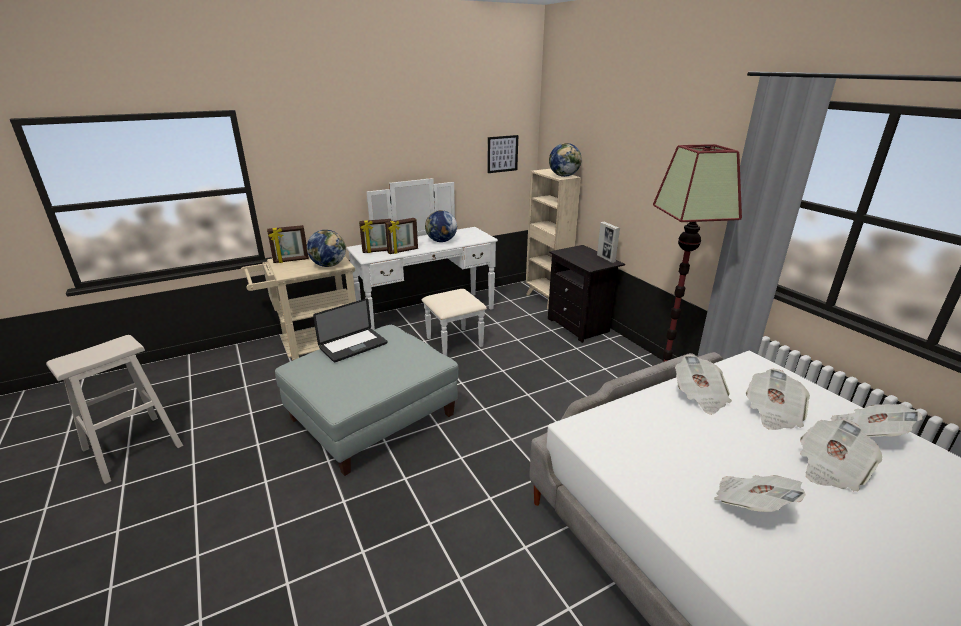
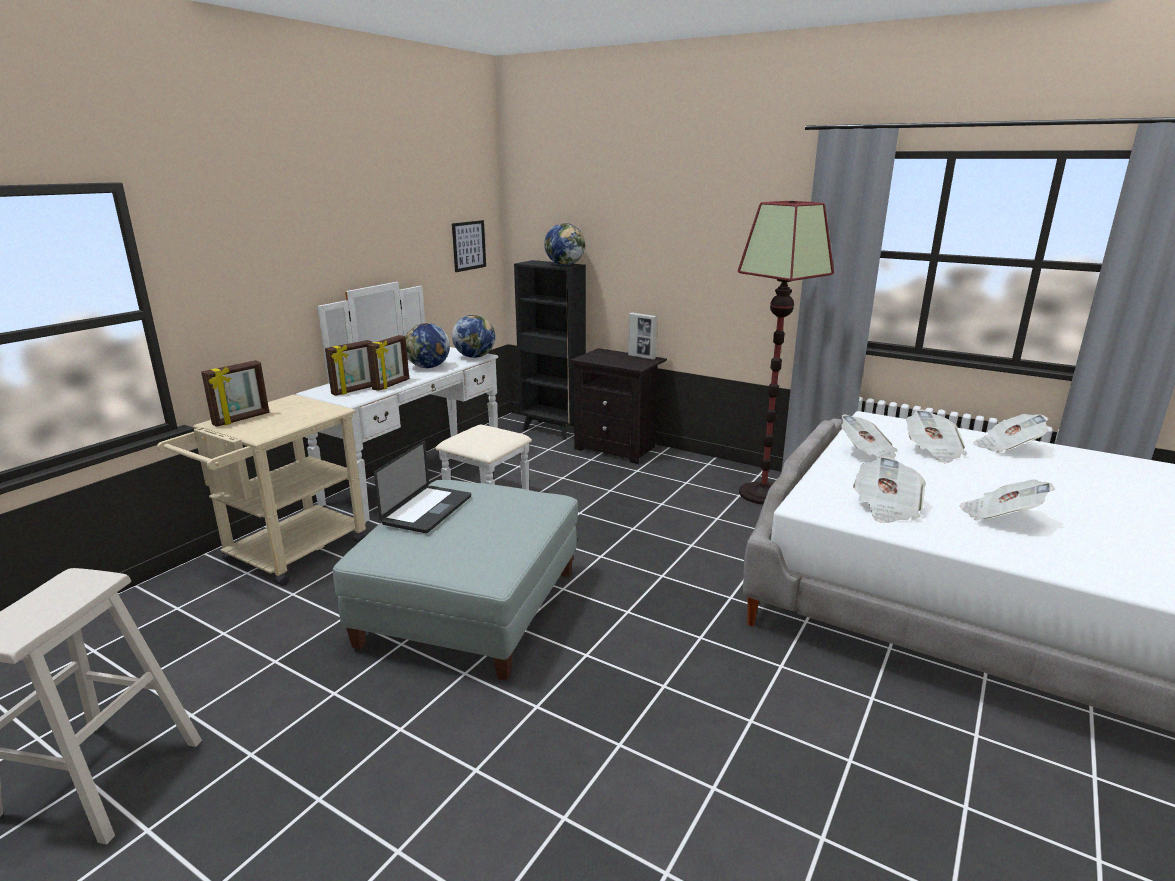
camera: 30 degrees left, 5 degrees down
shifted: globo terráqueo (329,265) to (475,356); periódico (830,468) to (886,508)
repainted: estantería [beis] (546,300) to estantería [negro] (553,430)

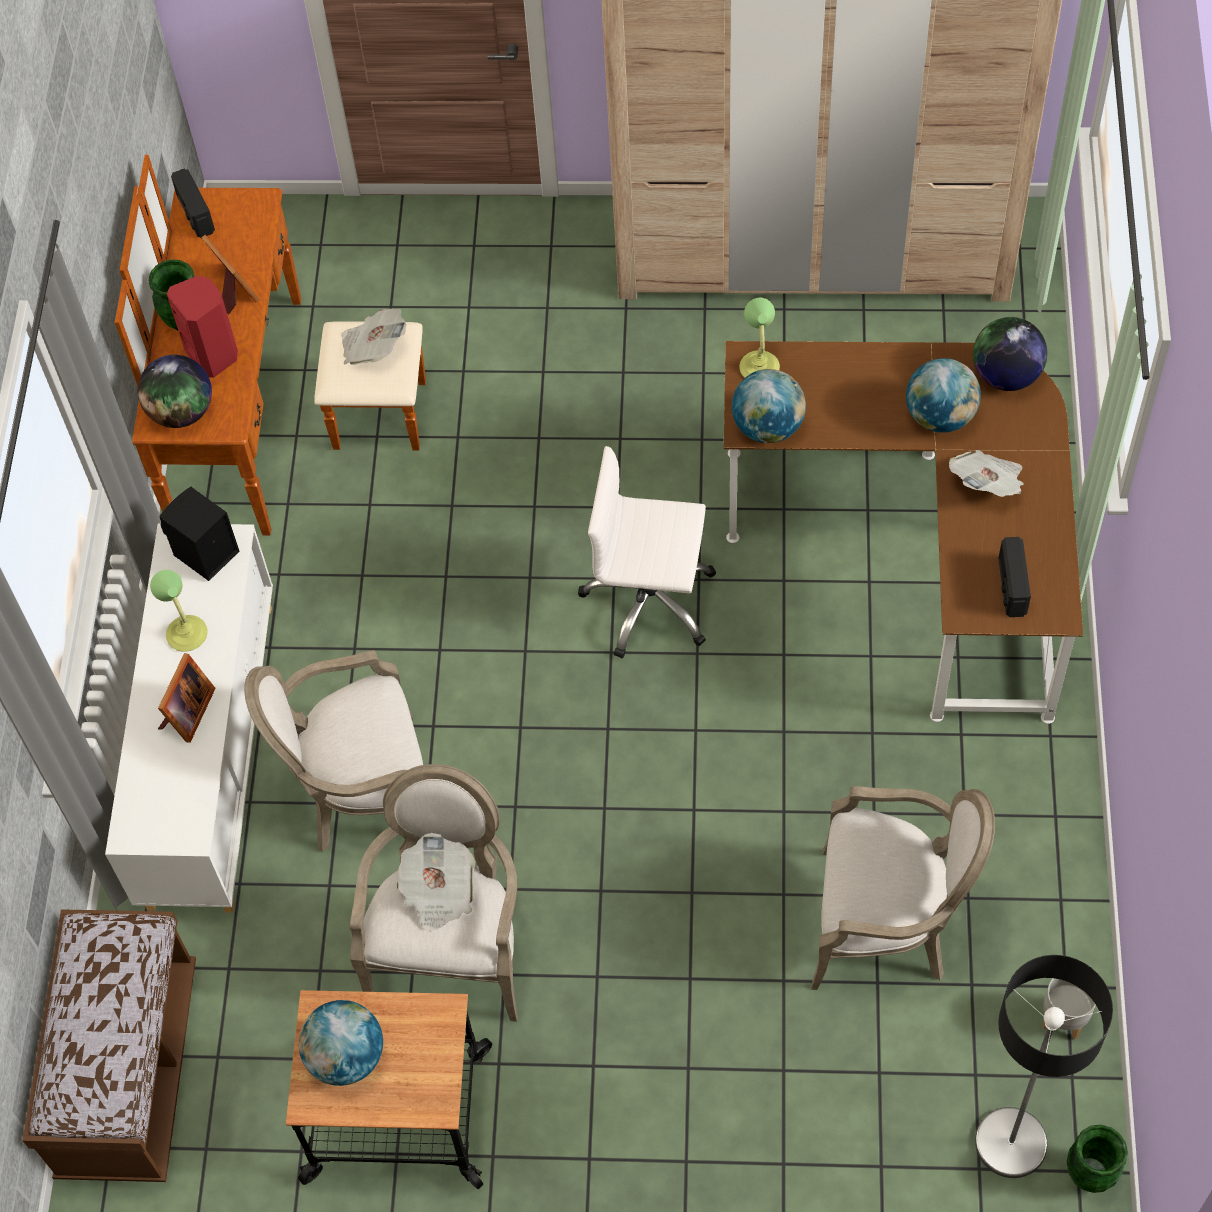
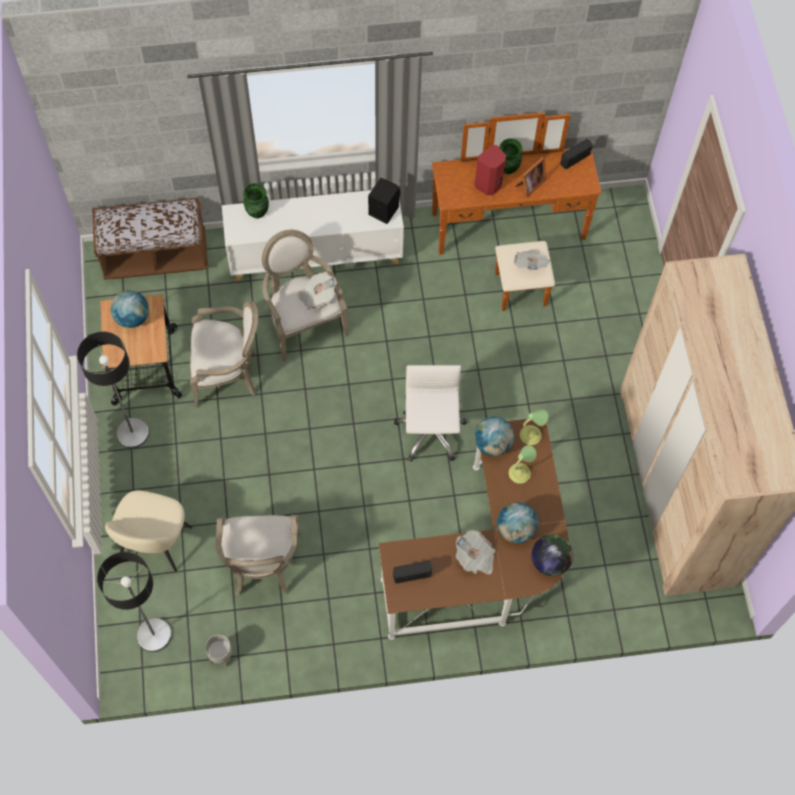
camera: 75 degrees right, 5 degrees up
gone: globo terráqueo (182,412); portarretratos (187,714)
new: lámpara de pie (132,433); silla [beis] (154,544)
shifted: lámpara de mesa (186,632) to (520,473); periódico (438,892) to (317,296); florero [verde] (1090,1173) to (257,212)

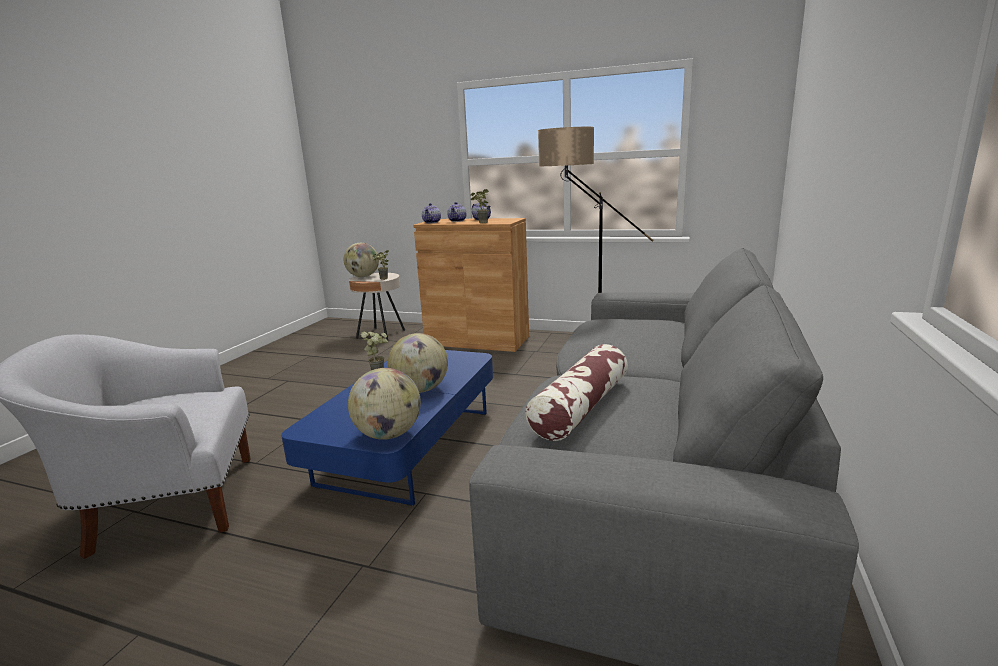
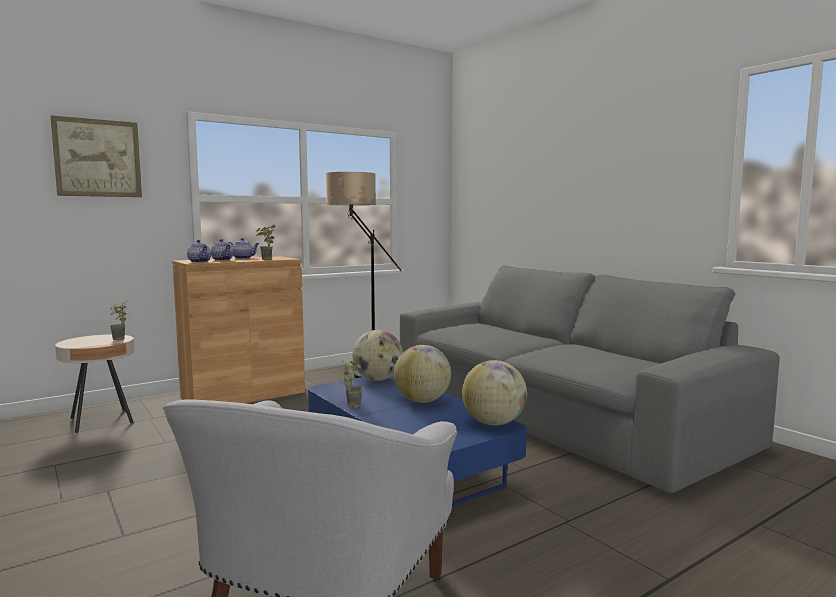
camera: 55 degrees left, 10 degrees down
gone: cojín (581,407)
new: cuadro (98,158)
shifted: globo terráqueo (363,276) to (378,379)

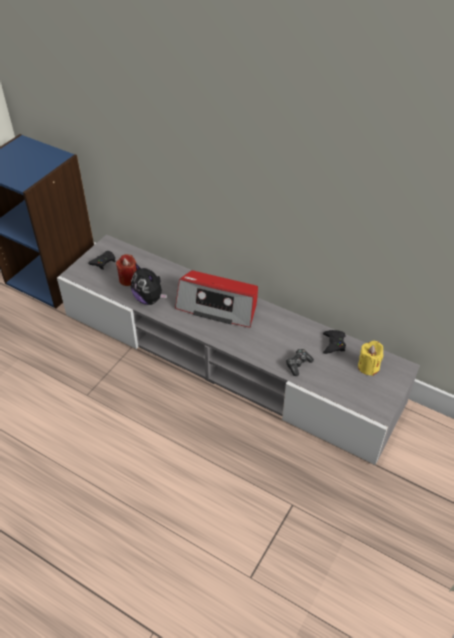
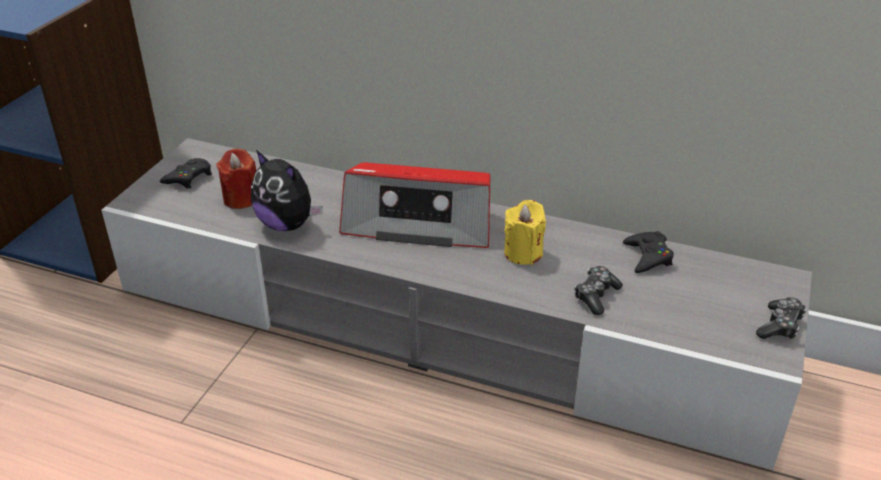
camera: 10 degrees left, 10 degrees down
new: mando de consola (780,326)
shifted: vela [amarillo] (368,367) to (523,253)

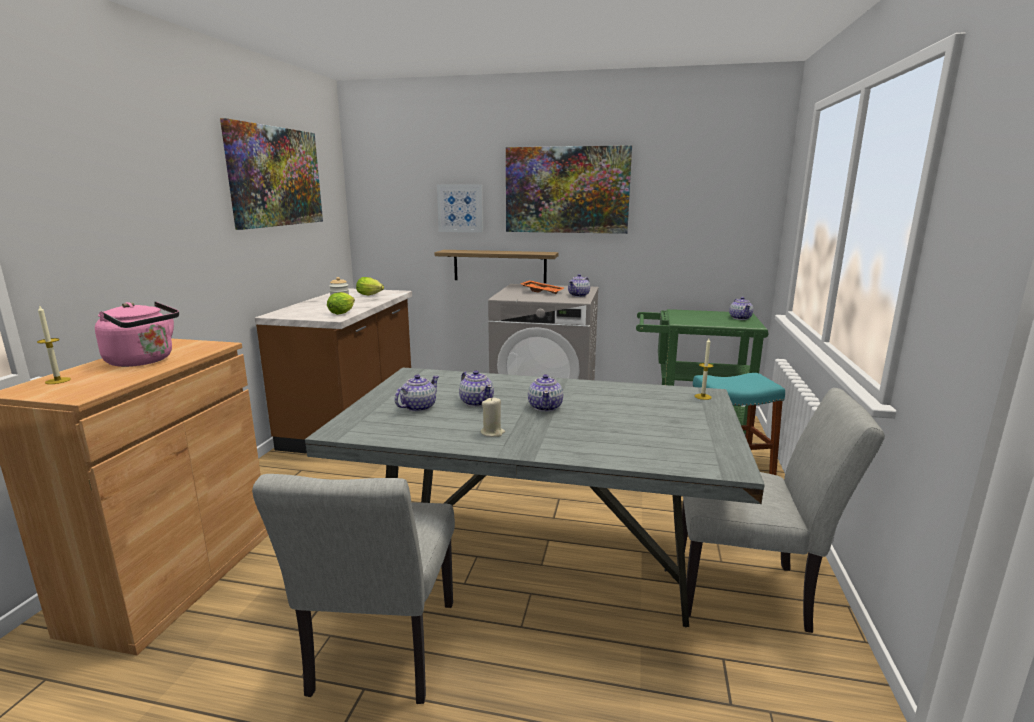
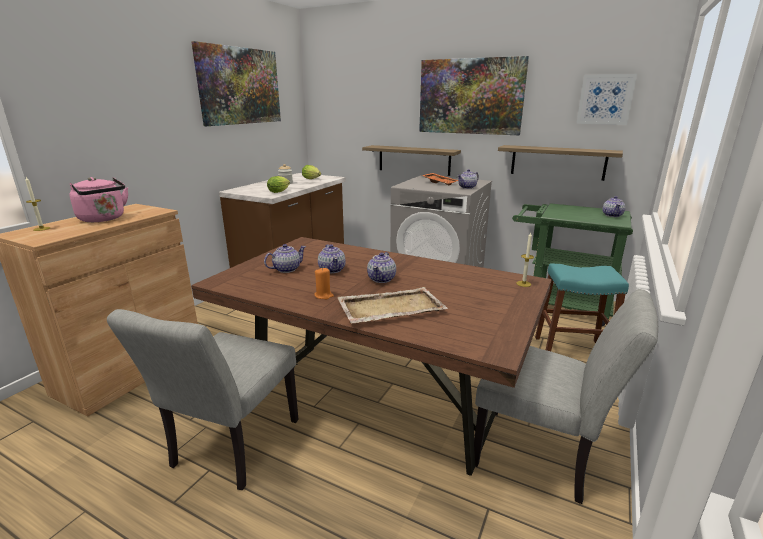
camera: 15 degrees right, 5 degrees up
new: bandeja [beis] (390,308); estante (557,162)
shifted: cuadro (460,208) to (605,99)
repainted: mesa de comedor [gris] (535,563) to mesa de comedor [marrón] (373,400); vela [beis] (492,433) to vela [naranja] (324,296)

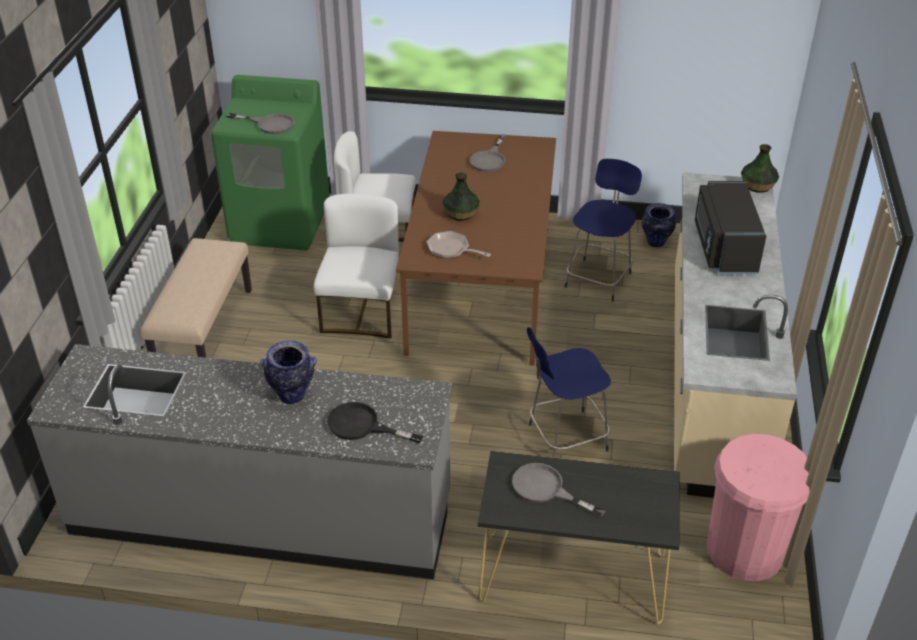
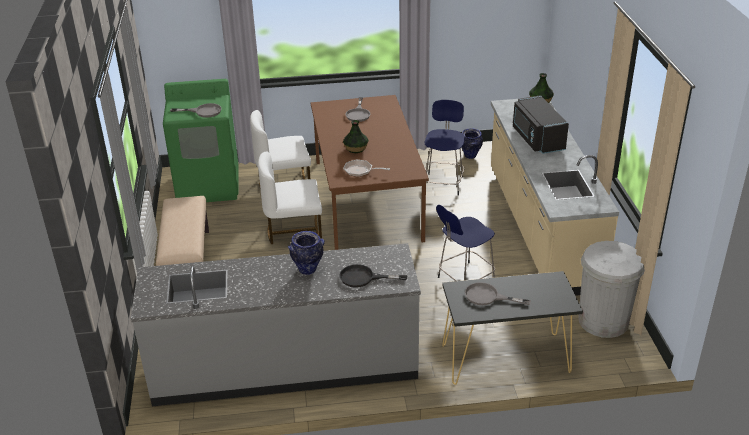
camera: 15 degrees left, 5 degrees down
repainted: papelera [rosa] (745,550) to papelera [blanco] (603,321)
rotated: silla [blanco] (362,313) = (294,231) 90 degrees counterclockwise

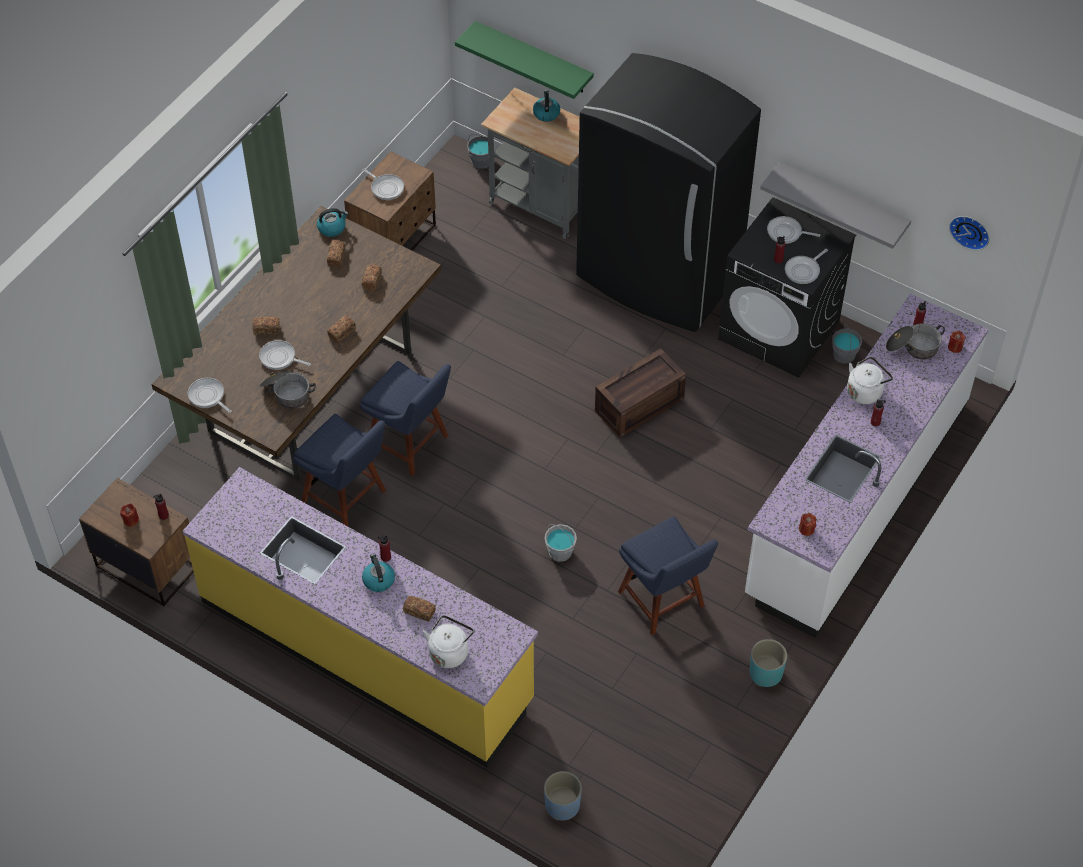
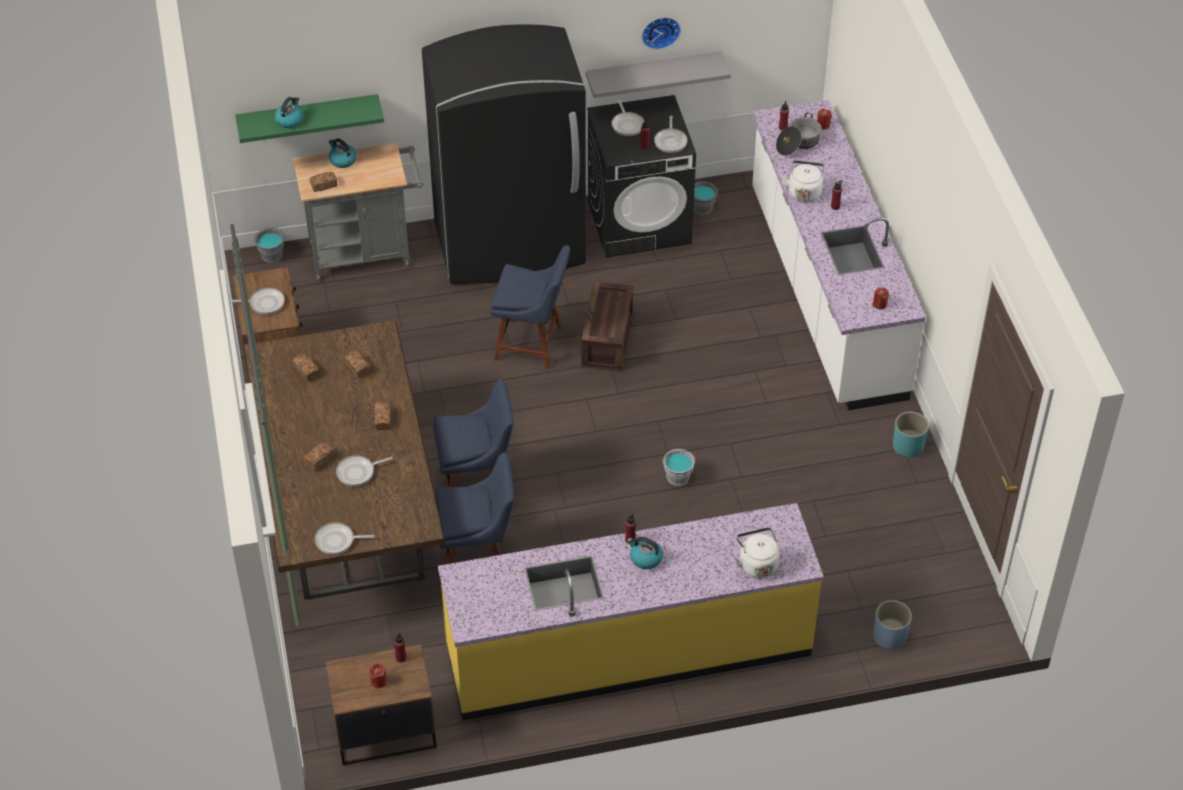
camera: 45 degrees left, 5 degrees down
gone: olla (287,393)
shifted: hervidor (332,228) to (290,120); pan (419,612) to (324,185); silla [azul] (663,602) to (532,344); reloj de pared (970,230) to (660,31)
rotated: sartén (786,232) = (627,124) 75 degrees counterclockwise

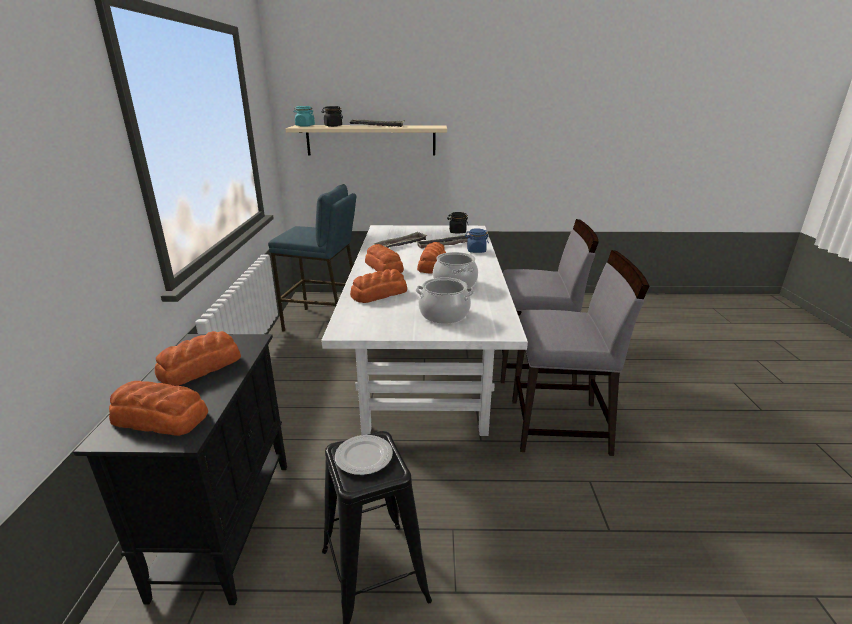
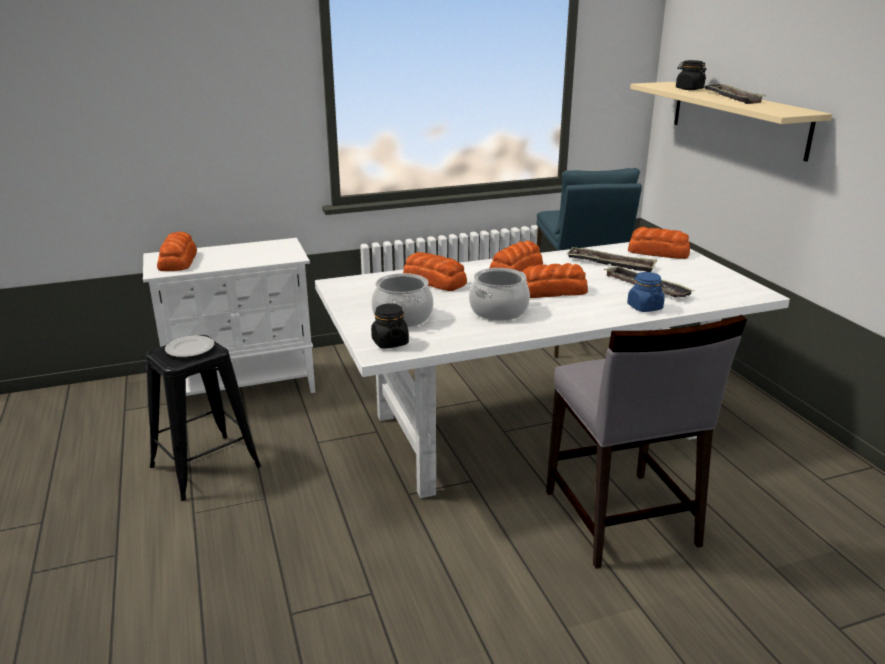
camera: 70 degrees right, 0 degrees up
gone: tarro [turquesa] (305,126); silla [gris] (560,427)
shifted: pan (201,367) to (658,252); tarro [negro] (457,232) to (390,342)
repainted: armario [negro] (226,523) to armario [blanco] (244,388)

